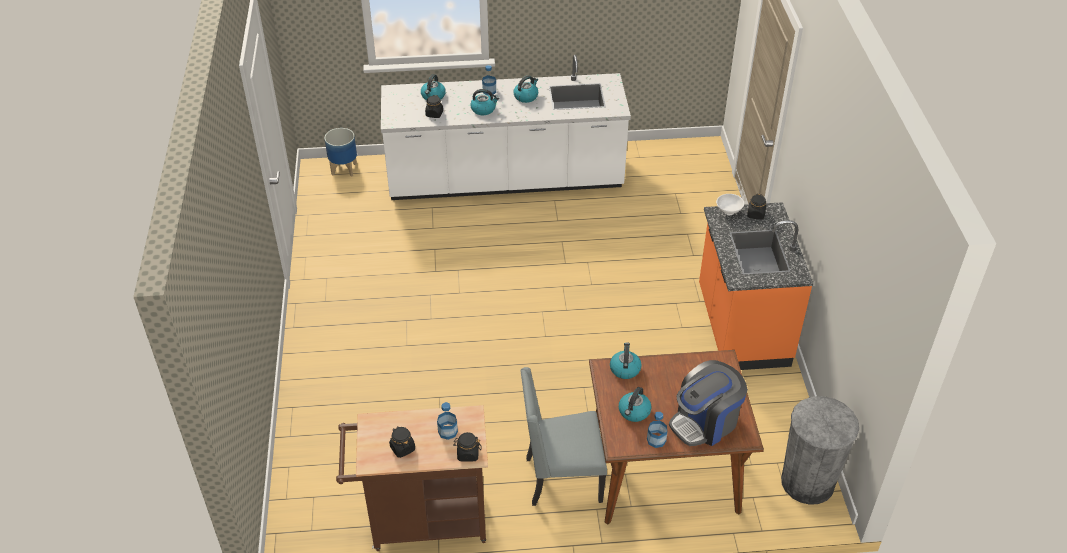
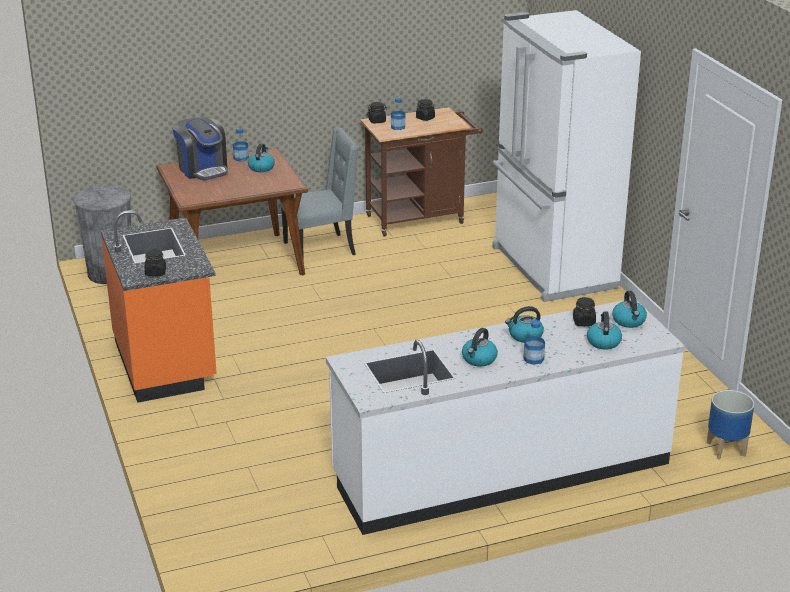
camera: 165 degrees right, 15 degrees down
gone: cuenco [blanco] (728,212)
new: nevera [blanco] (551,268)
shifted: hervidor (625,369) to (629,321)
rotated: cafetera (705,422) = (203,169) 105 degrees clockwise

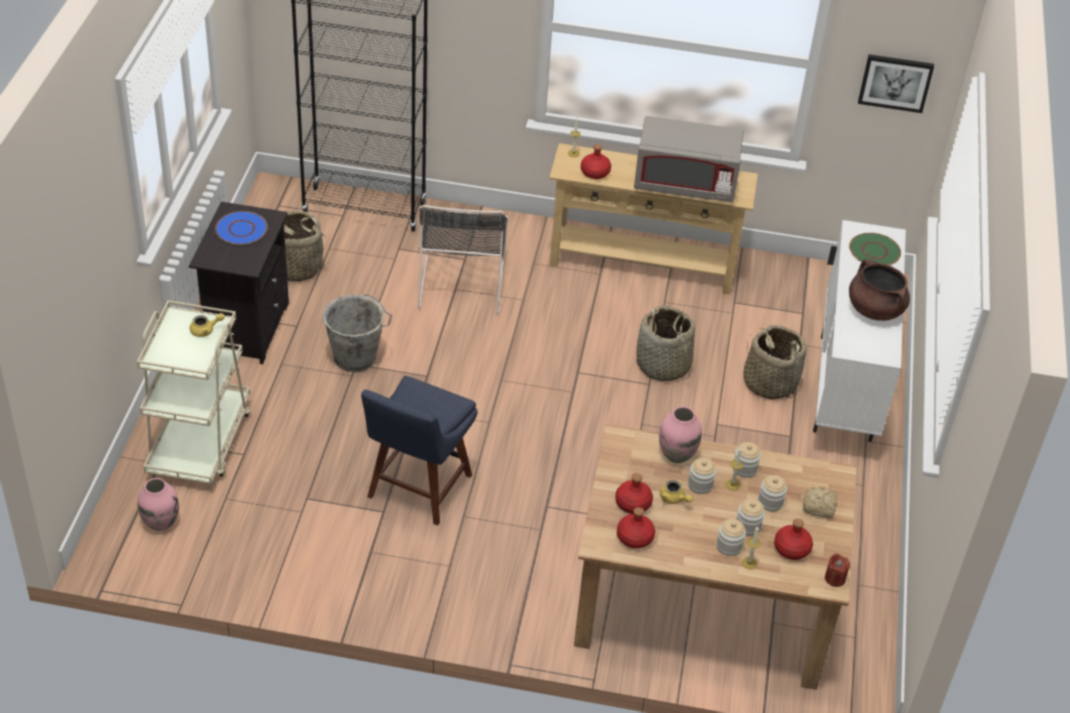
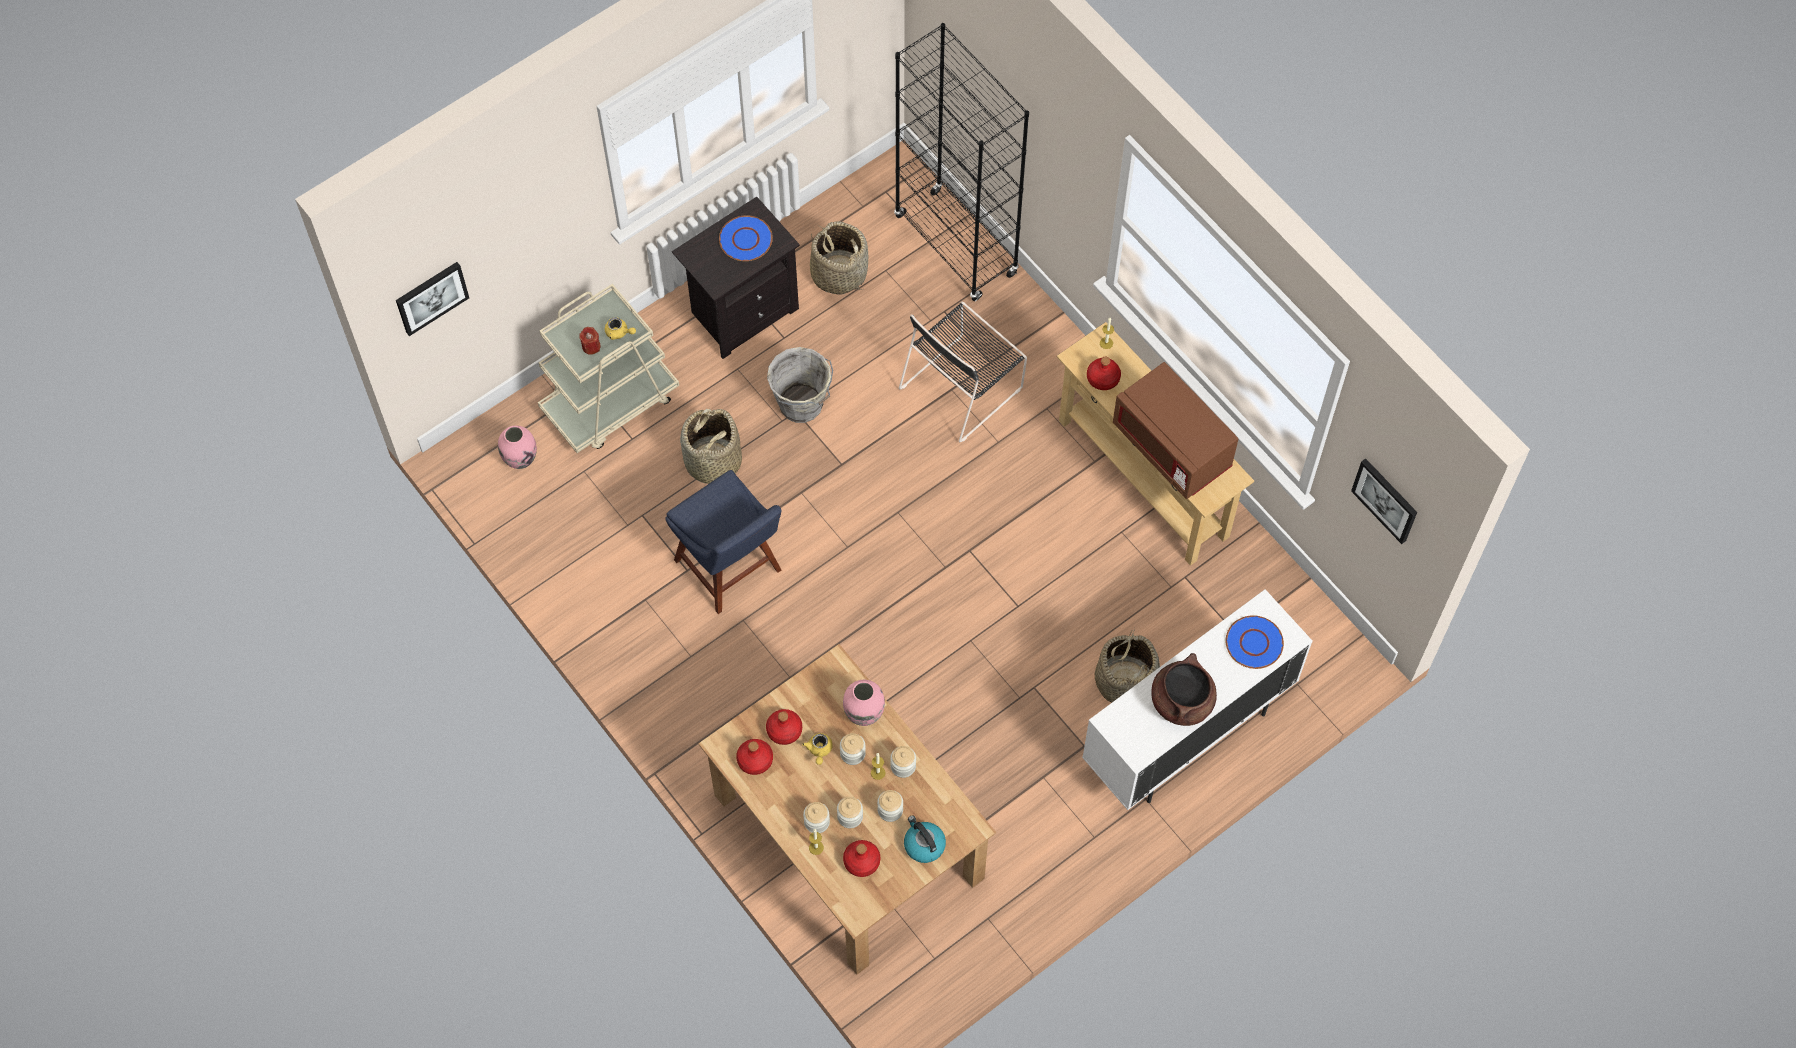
camera: 45 degrees right, 20 degrees up
new: cuadro (431,297)
shifted: cesta (663,365) to (712,462); vela [rojo] (835,578) to (591,346)
swapped: pan (820,507) to hervidor (923,844)
repainted: microondas [gris] (685,184) to microondas [marrón] (1172,447); plato [verde] (874,251) to plato [azul] (1254,642)
rotated: silla [azul] (417,489) = (731,569) 105 degrees counterclockwise

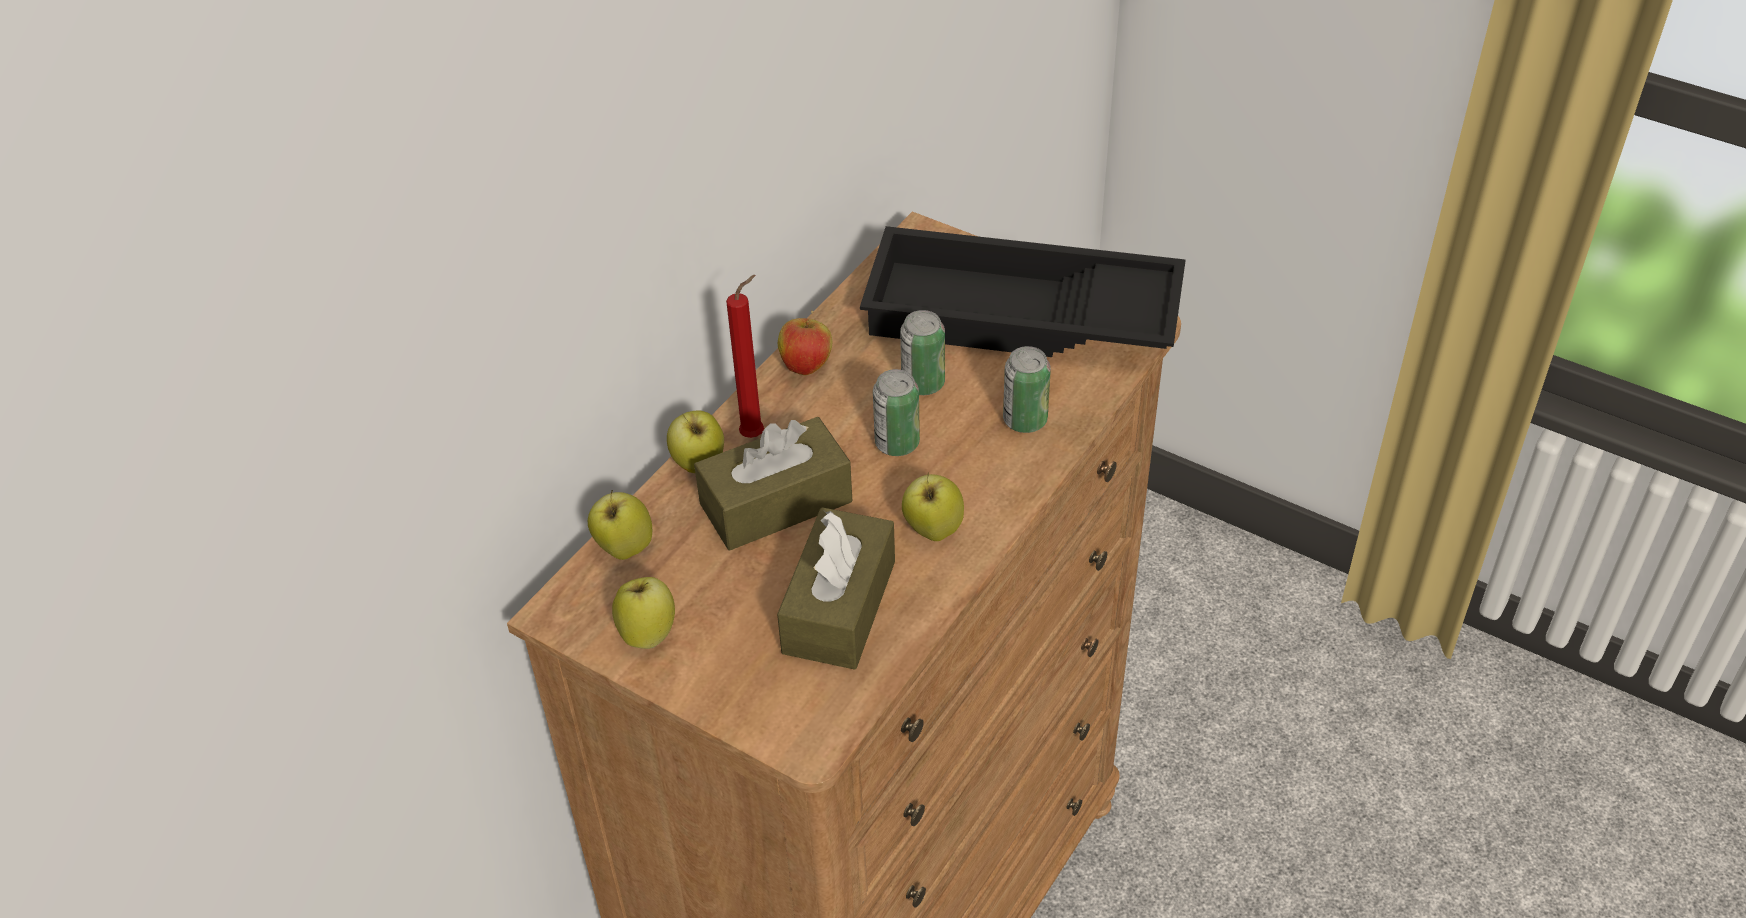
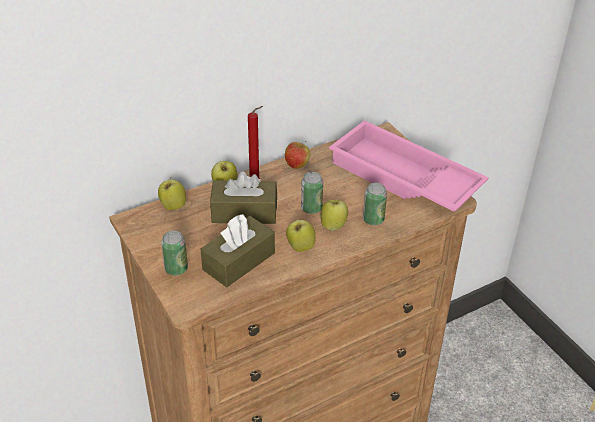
camera: 25 degrees right, 5 degrees down
shifted: manzana (648,633) to (333,225); lata (923,383) to (176,269)
repainted: bandeja [negro] (1018,317) to bandeja [rosa] (402,178)

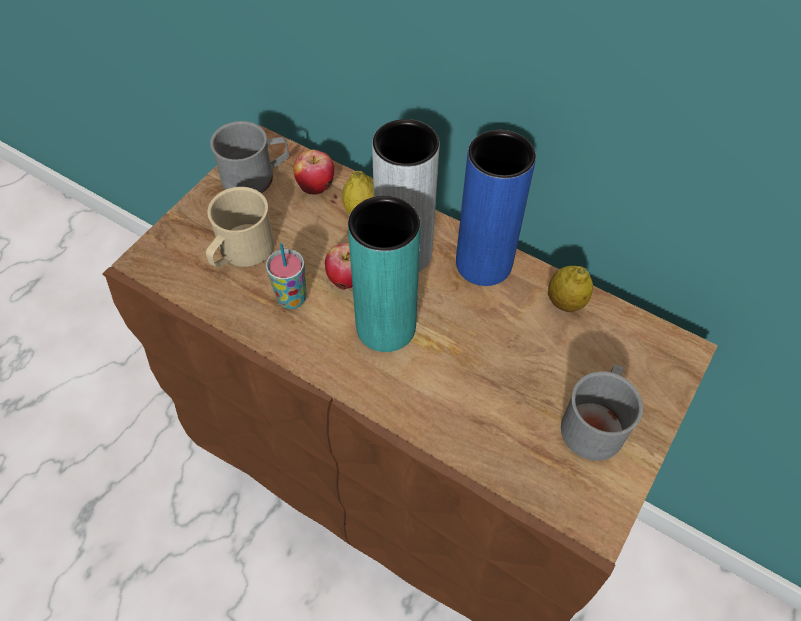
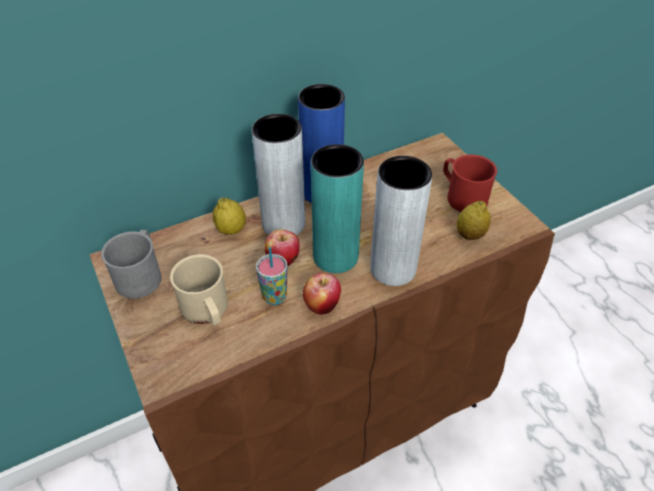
camera: 60 degrees left, 10 degrees down
new: florero [gris] (393,269)
shifted: manzana (316,187) to (322,305); limón (565,302) to (470,235)
repainted: taza grande [gris] (595,421) to taza grande [rojo] (462,196)

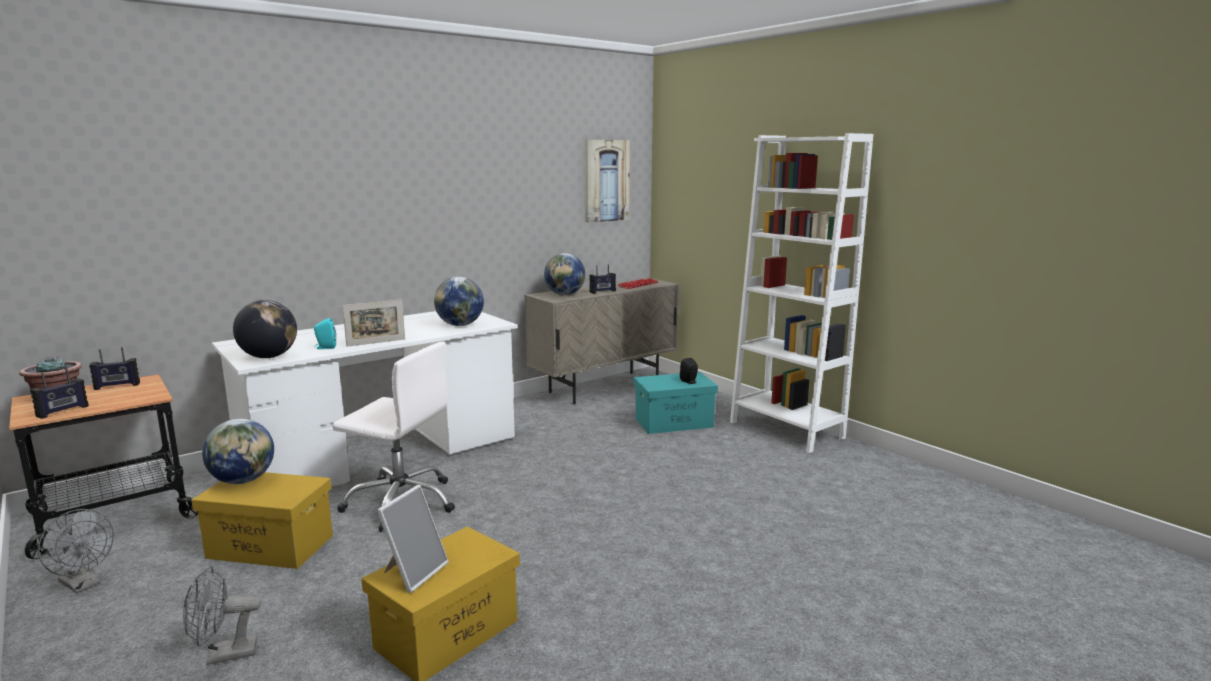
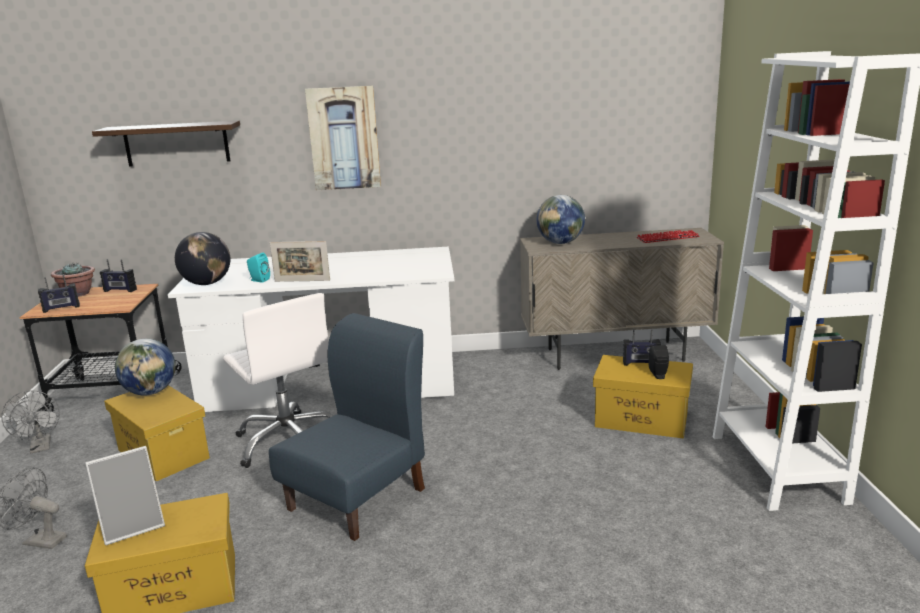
camera: 35 degrees right, 5 degrees up
gone: globo terráqueo (460,325)
new: estante (176,143); silla [azul] (358,498)
shifted: cuadro (606,180) to (344,138); radio (602,291) to (641,363)
repainted: caja de almacenaje [turquesa] (674,422) to caja de almacenaje [amarillo] (642,419)

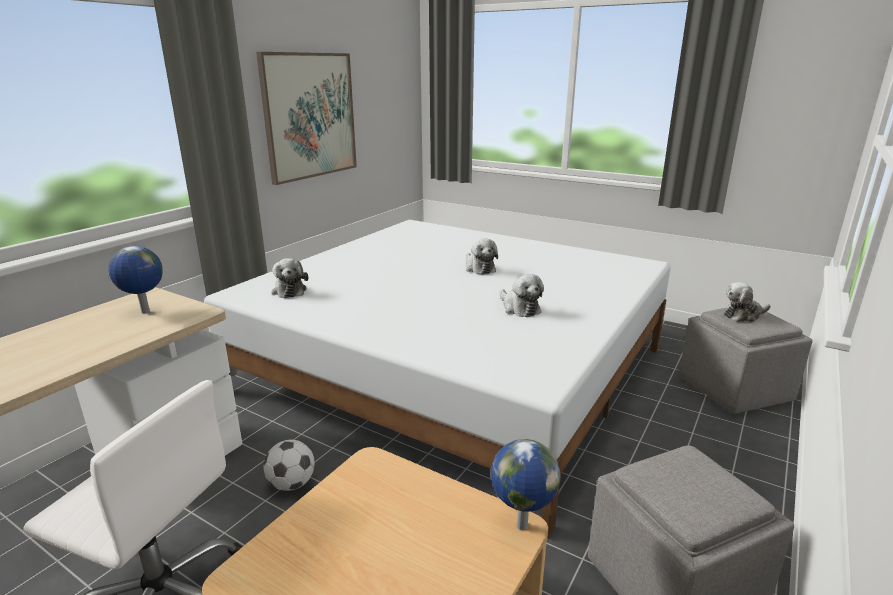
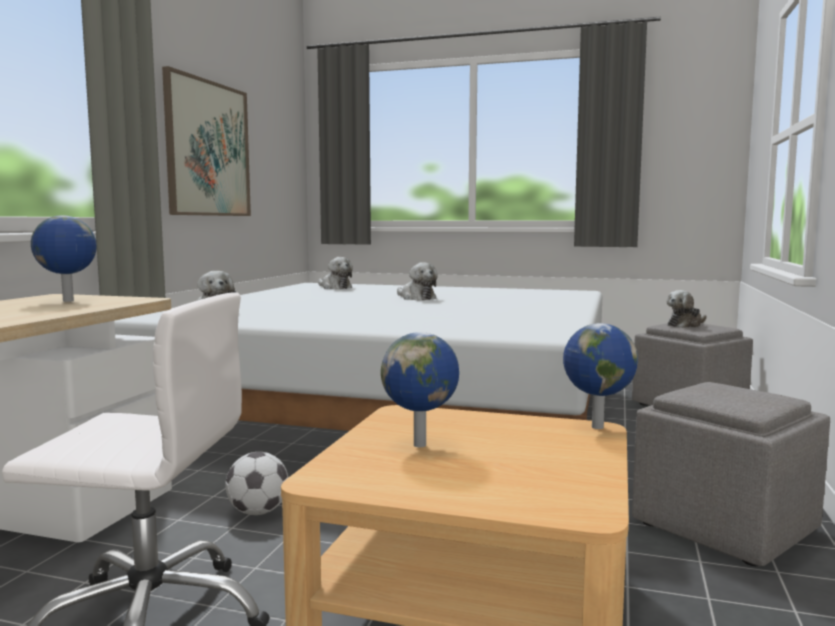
camera: 15 degrees left, 15 degrees down
new: globo terráqueo (421,445)
shifted: peluche (519,308) to (335,287)

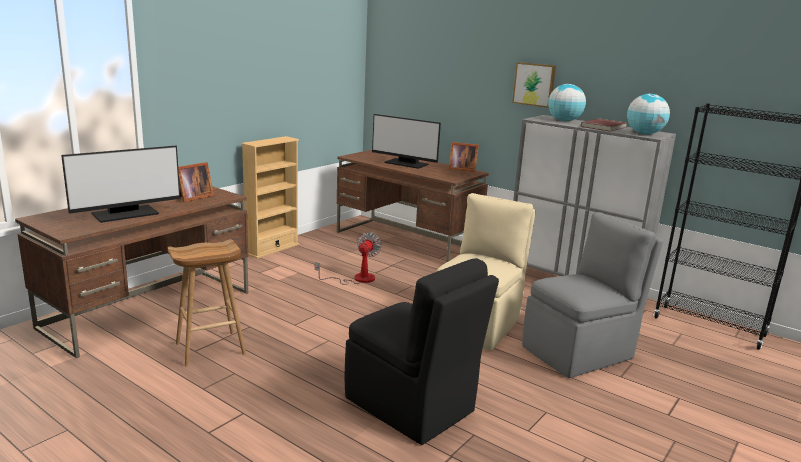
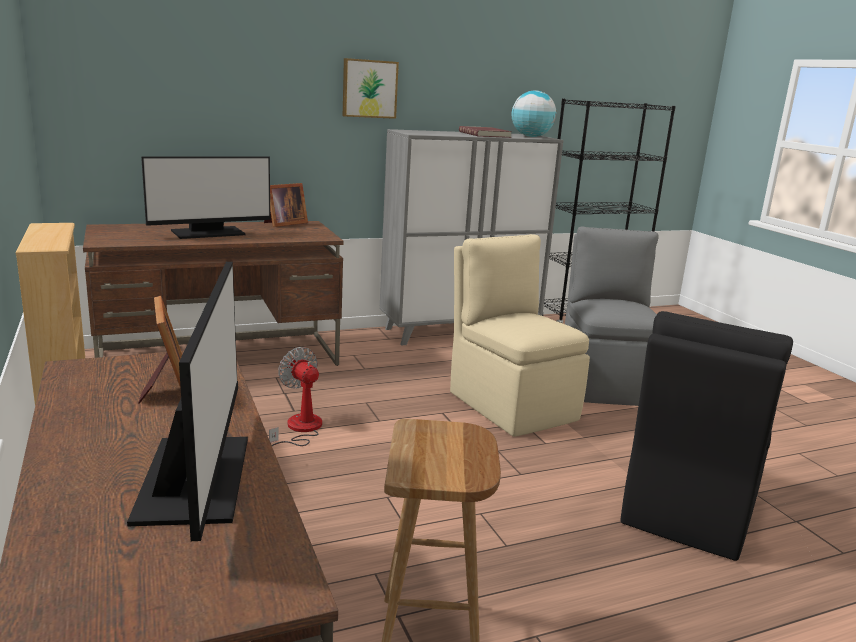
camera: 60 degrees left, 0 degrees up
gone: globo terráqueo (564,121)
rotated: silla [negro] (411,406) = (687,510) 135 degrees clockwise

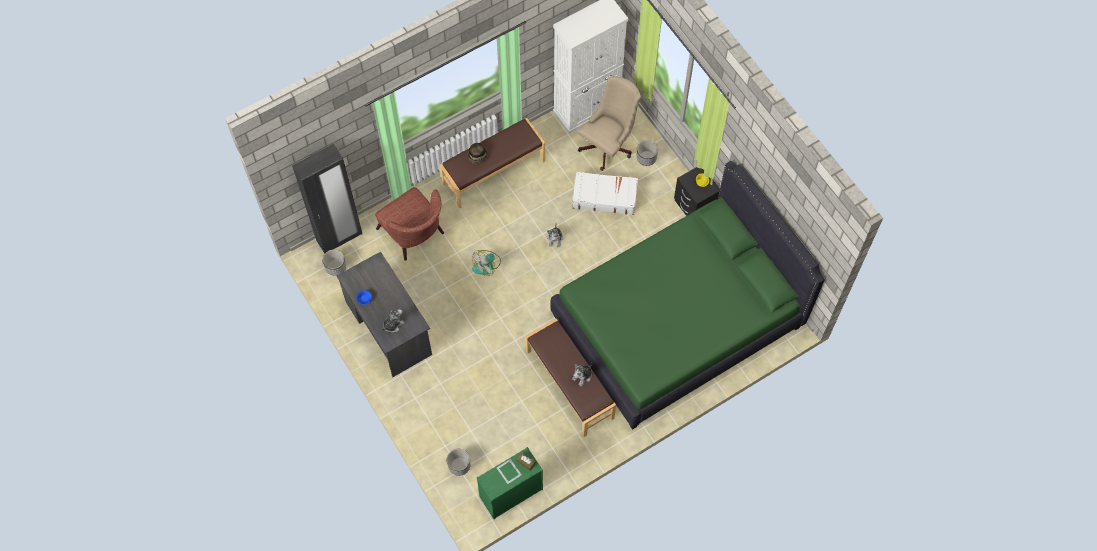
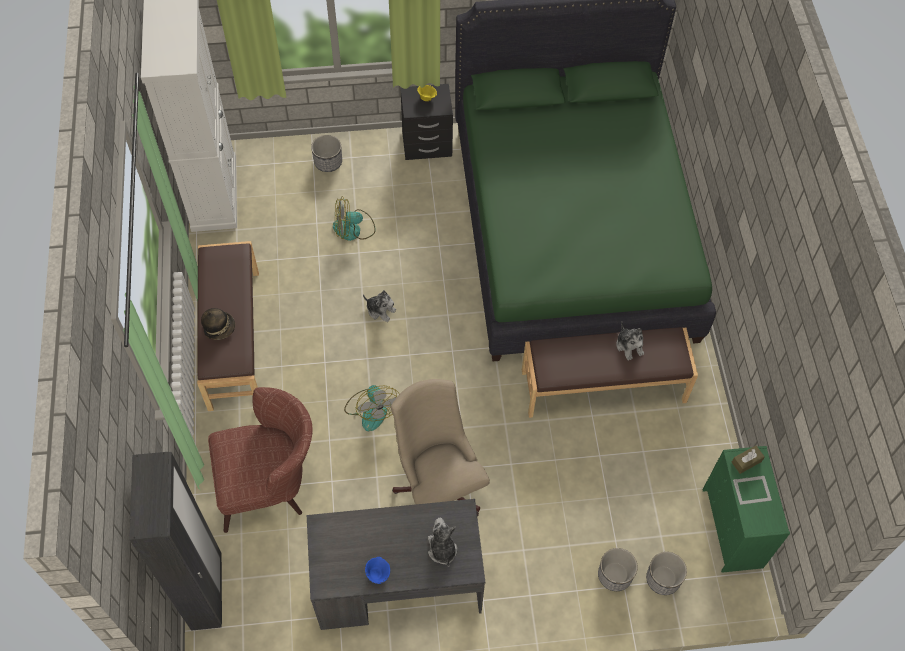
camera: 65 degrees left, 5 degrees down
shifted: maceta (335,267) to (614,575); silla de oficina [beis] (608,145) to (437,484)
swapped: maleta [blanco] (604,196) to ventilador (353,229)

